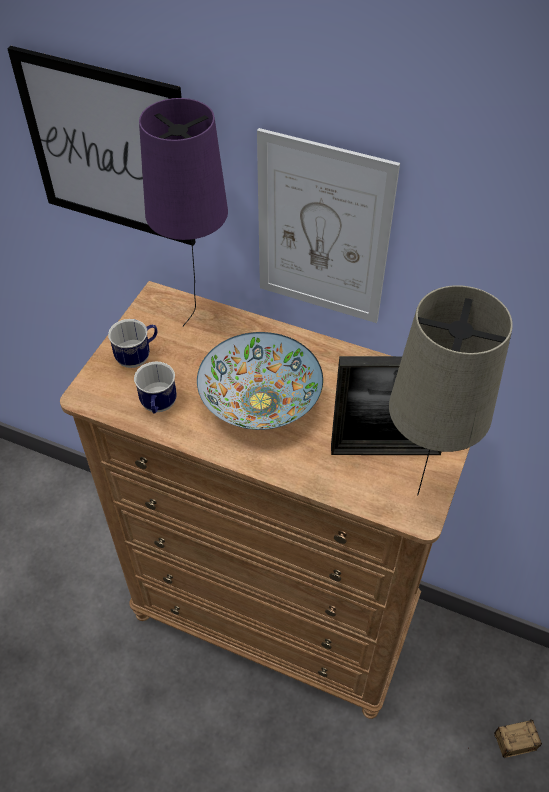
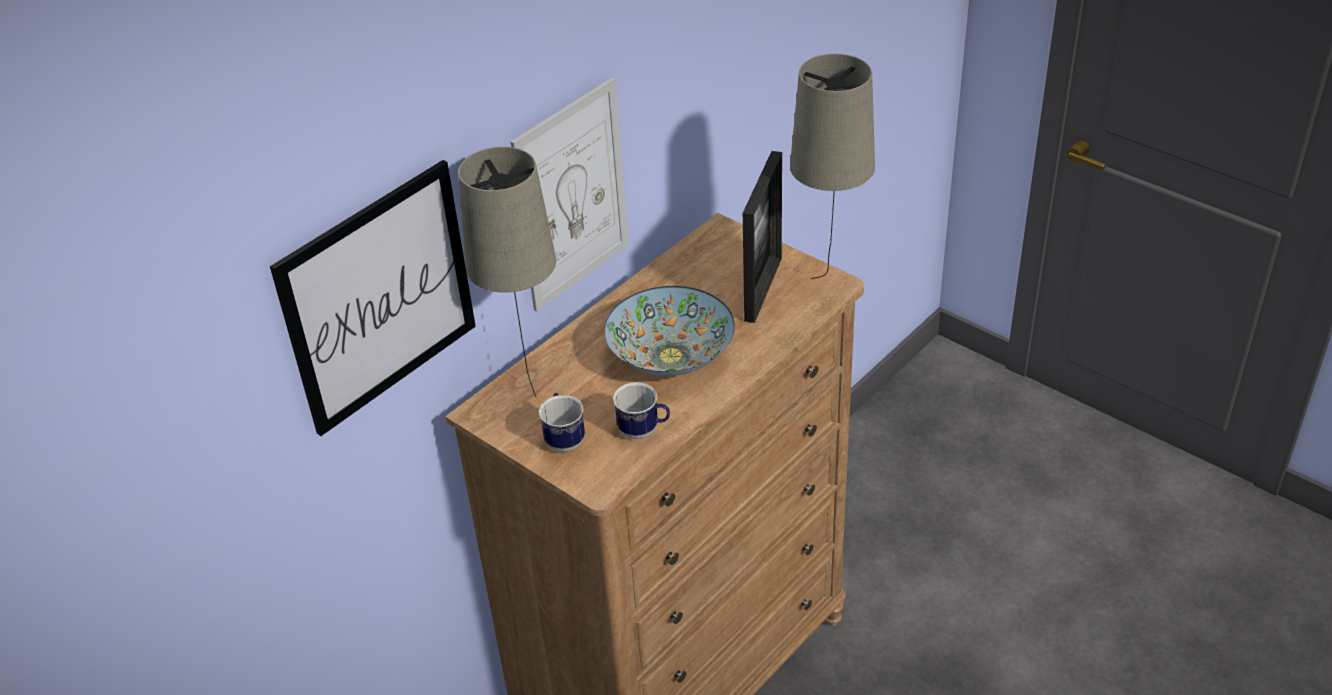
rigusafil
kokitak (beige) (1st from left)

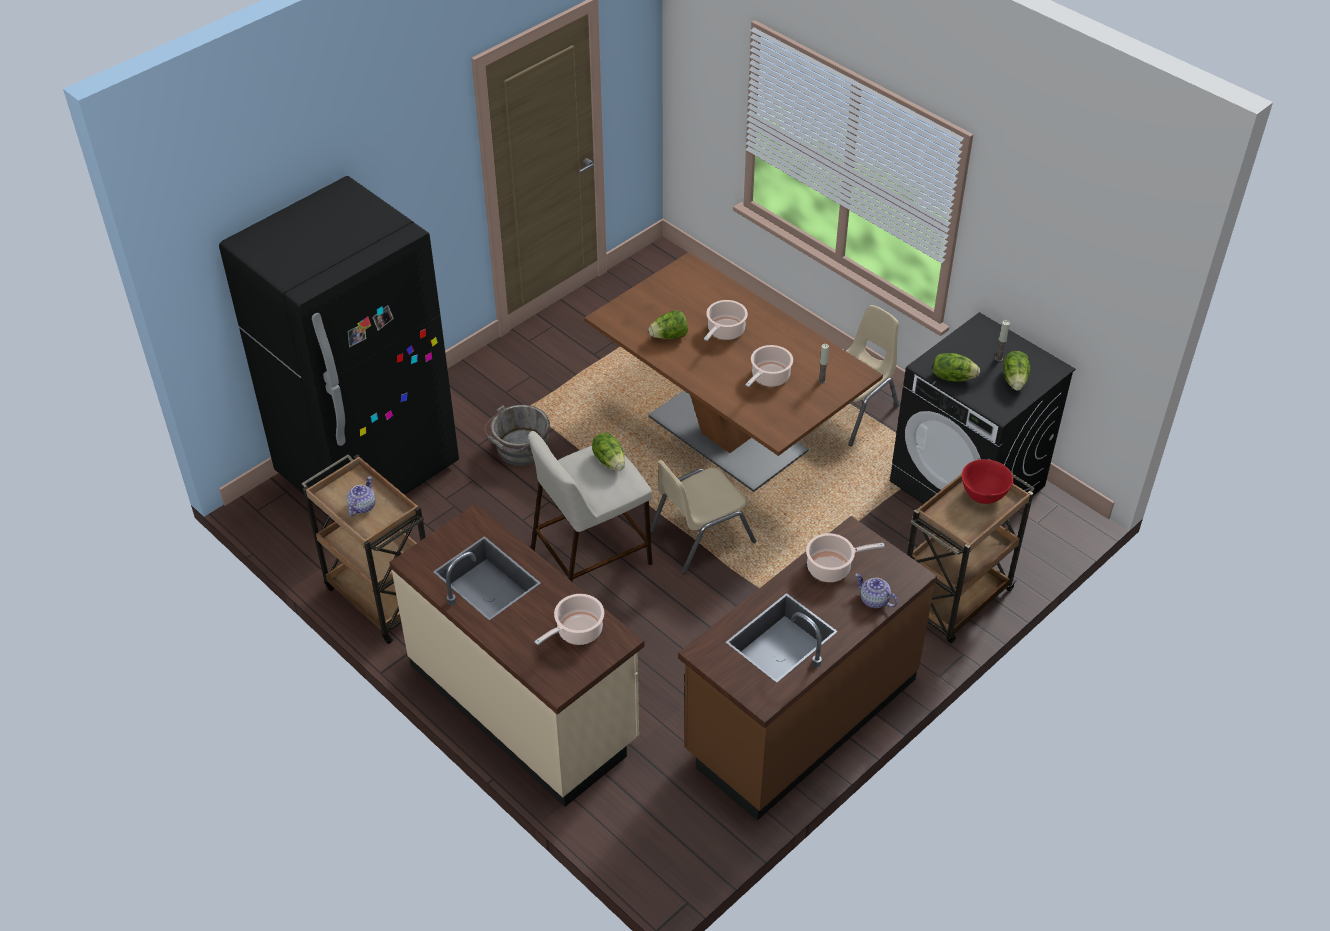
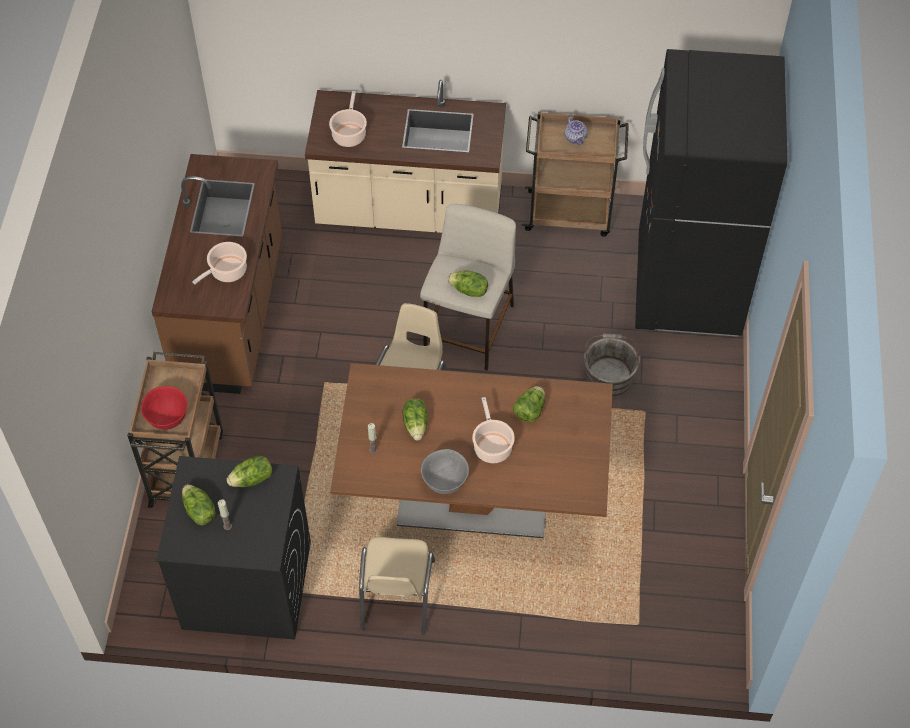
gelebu (2nd from left in the first image)
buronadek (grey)
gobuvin (3rd from left)

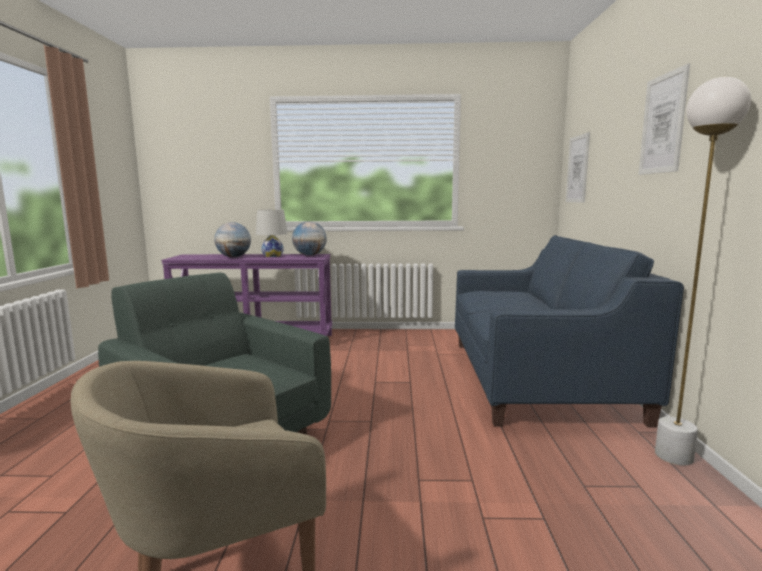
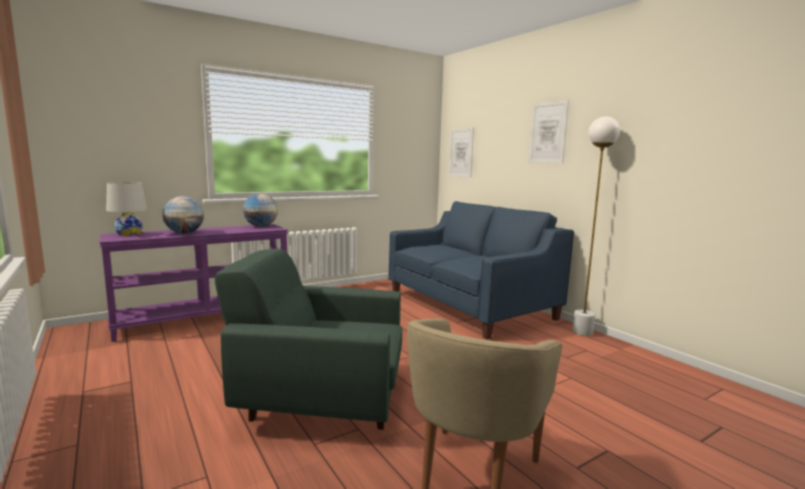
kokitak (white)

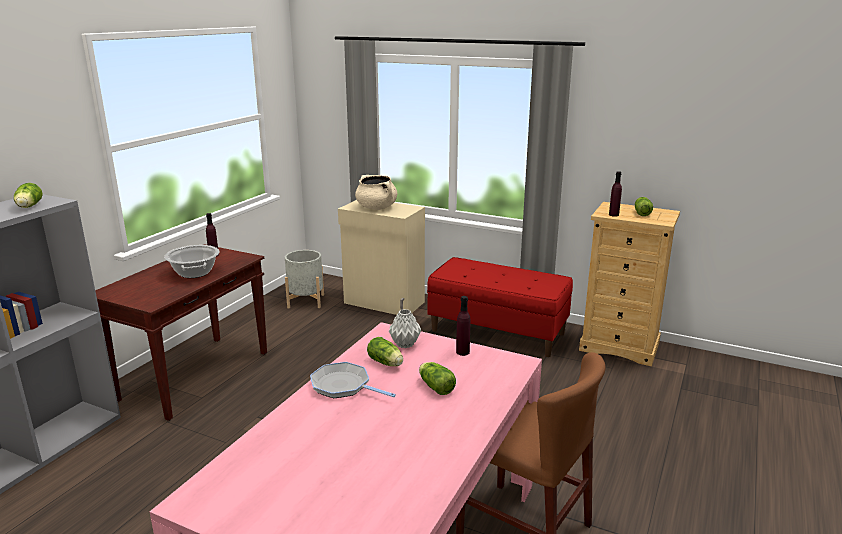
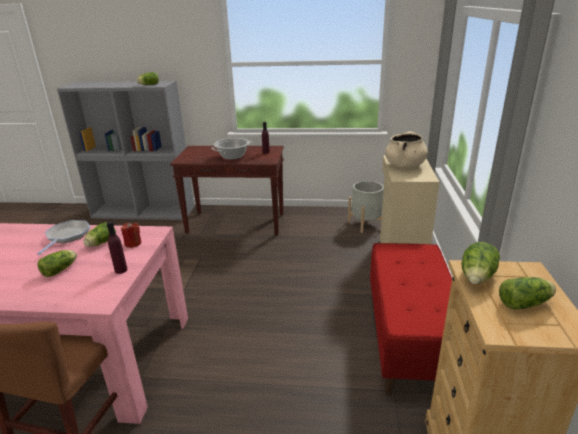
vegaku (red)
gobuvin (4th from left)

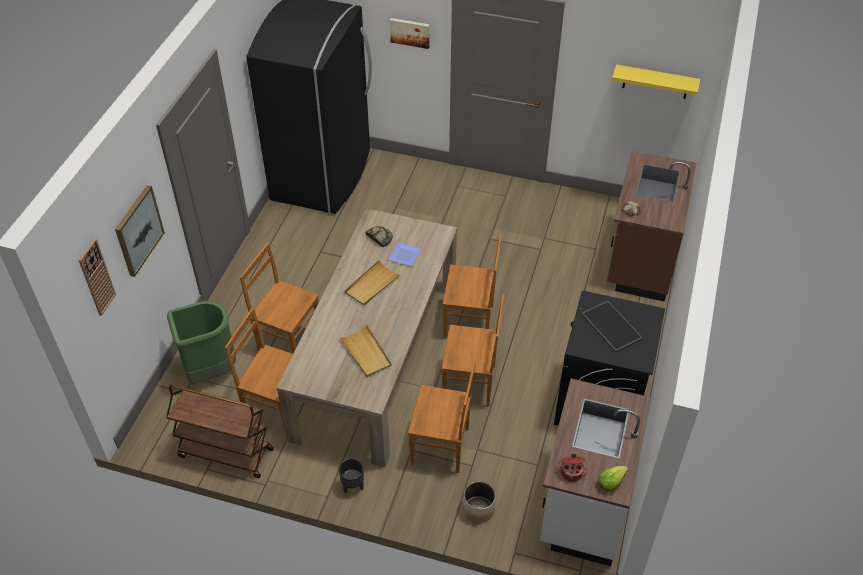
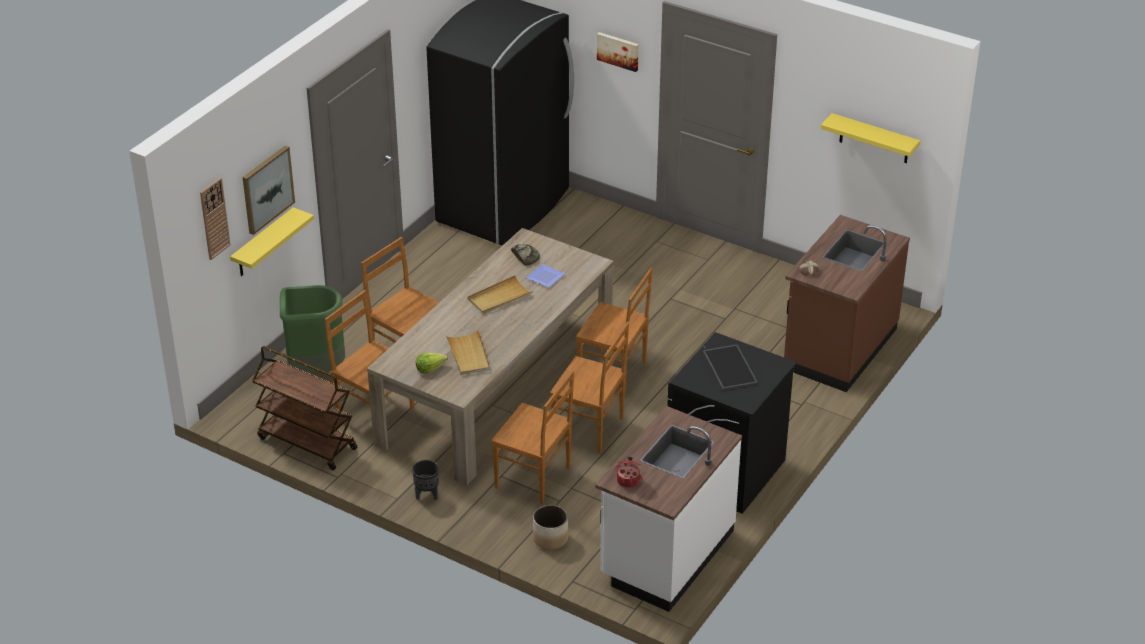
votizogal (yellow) (1st from left)
gobuvin

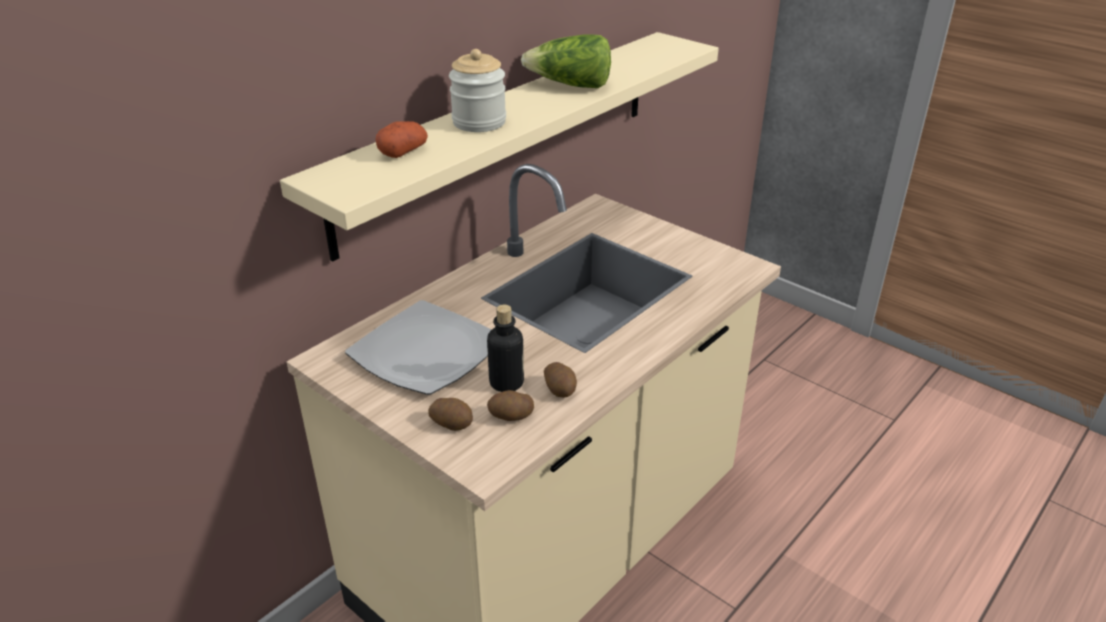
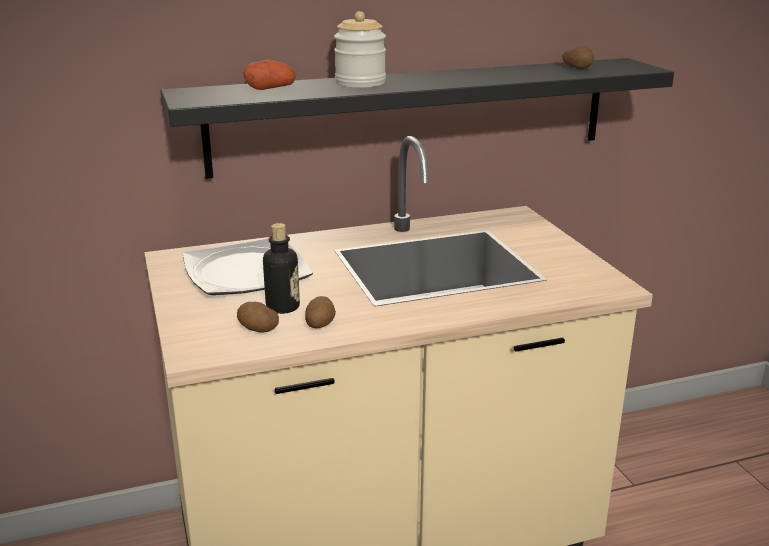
gobuvin
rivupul (4th from left)
votizogal (black)

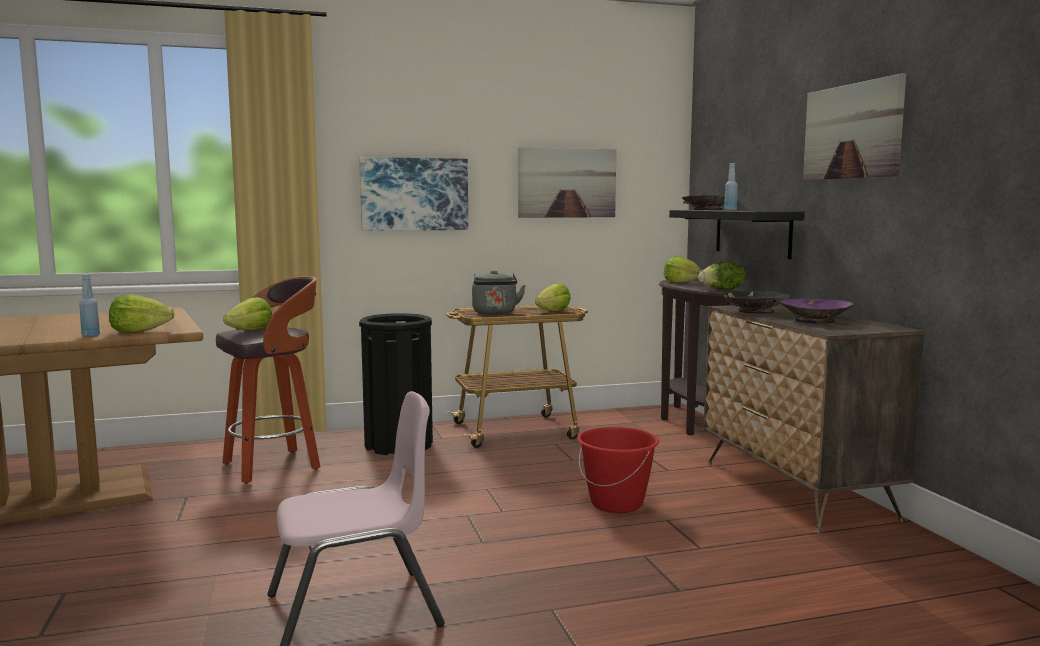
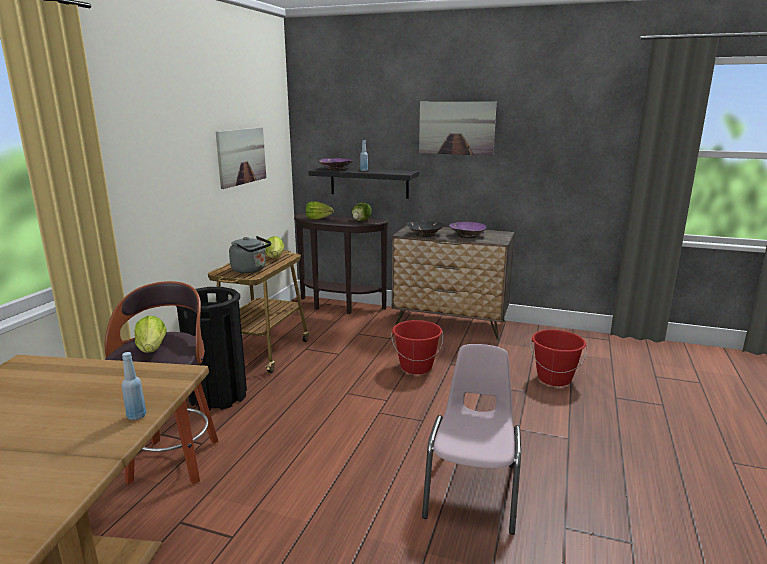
gobuvin (1st from left in the first image)
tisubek (1st from left in the first image)
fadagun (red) (2nd from left)

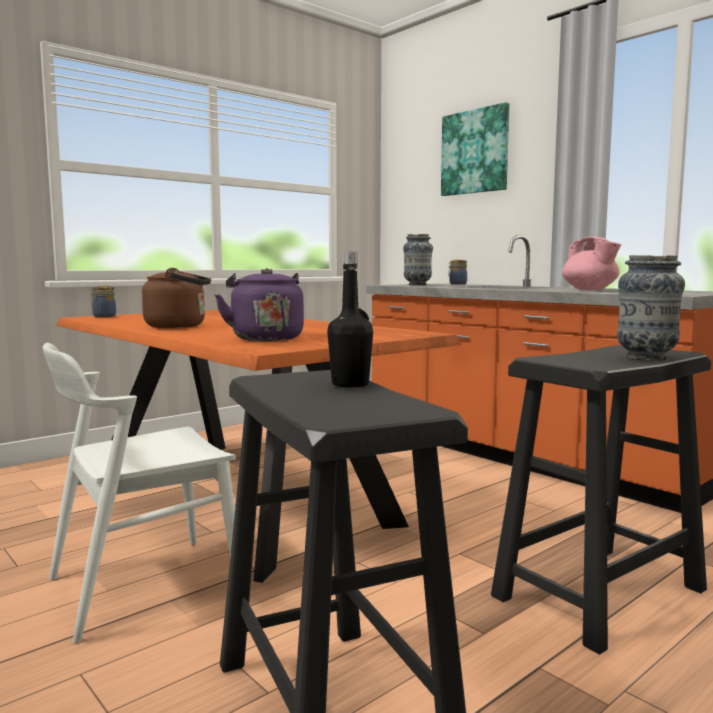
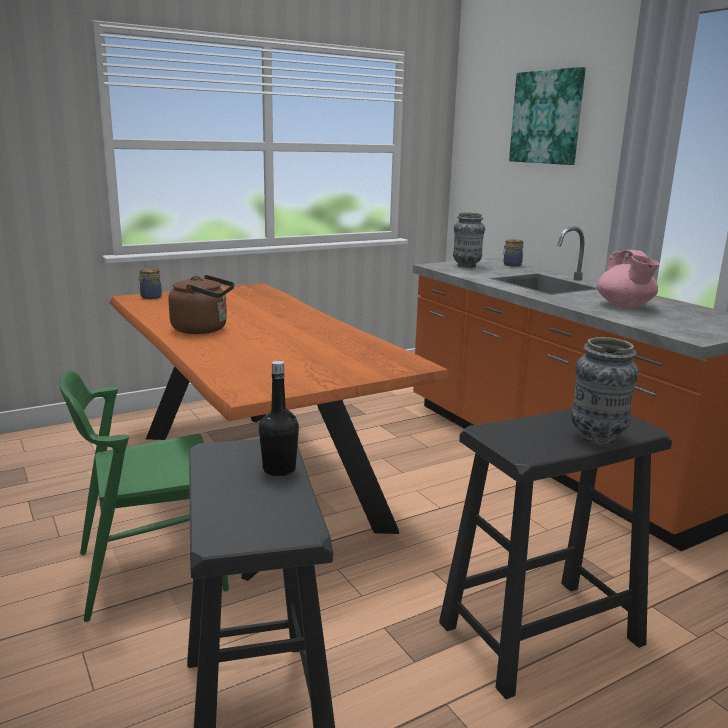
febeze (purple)
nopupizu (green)

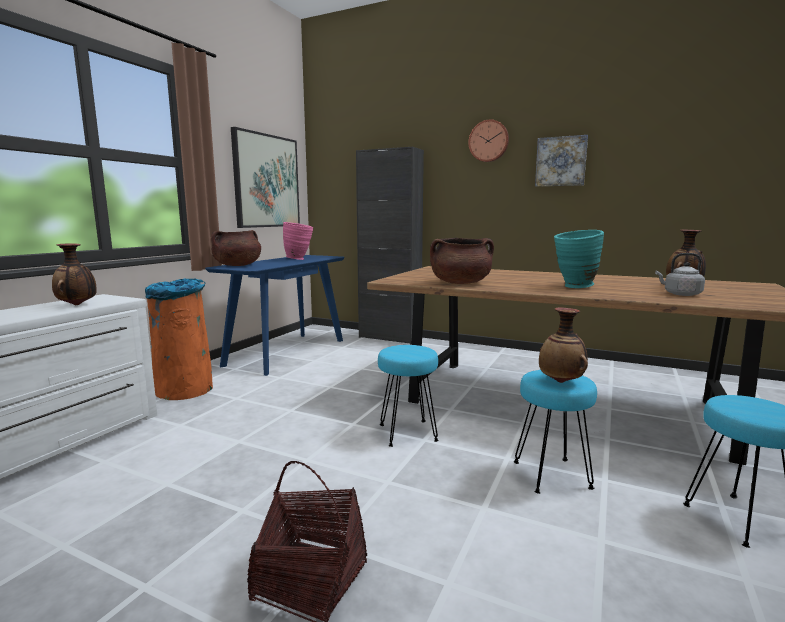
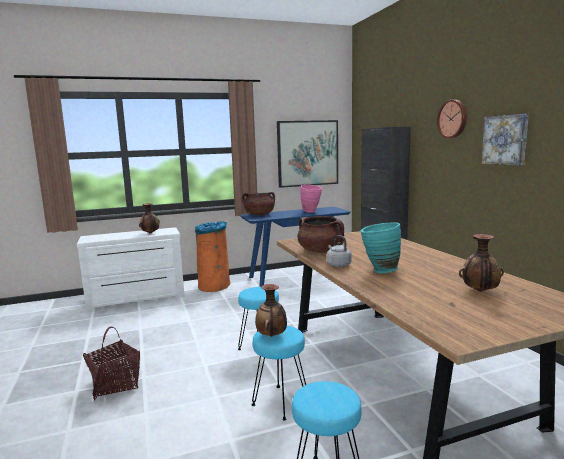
febeze (grey)

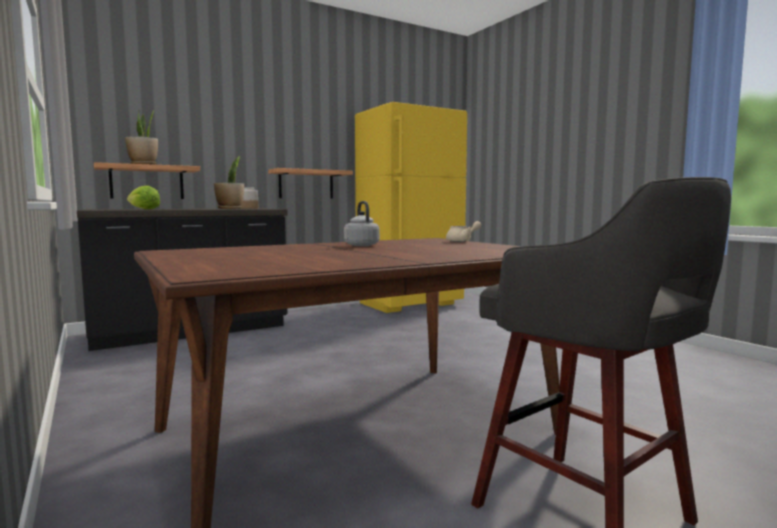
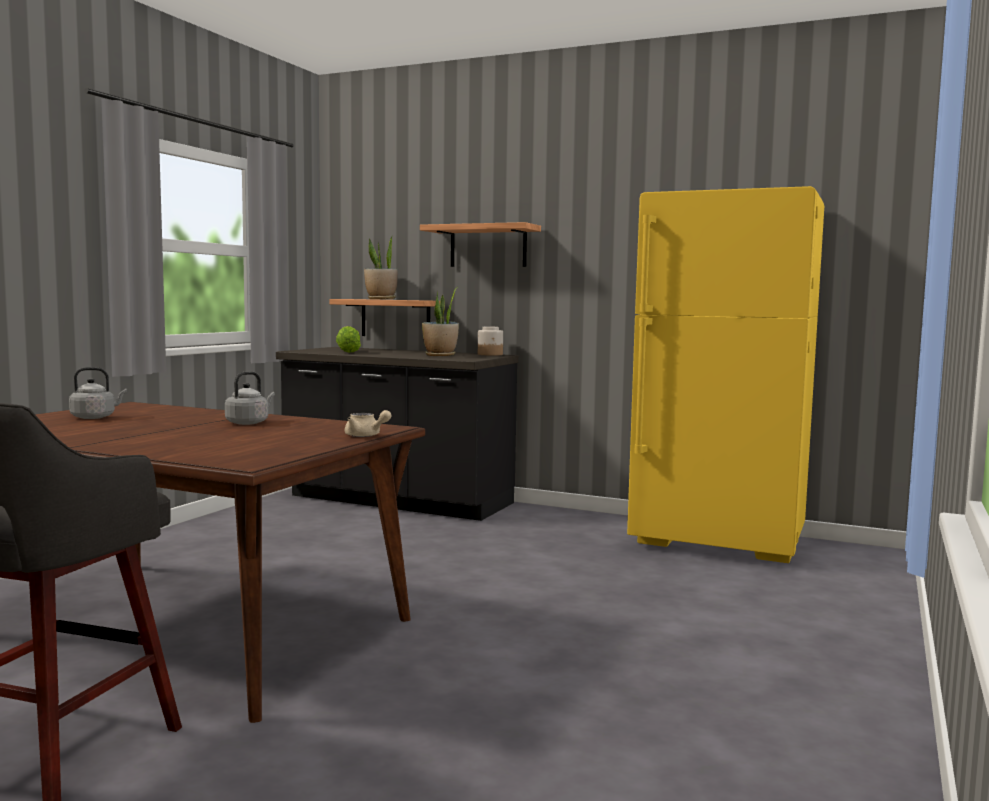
febeze (grey) (1st from left)
votizogal (2nd from left)

